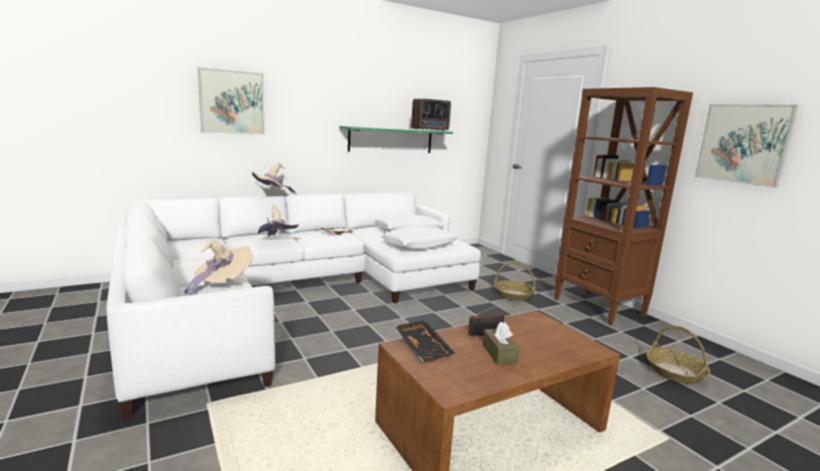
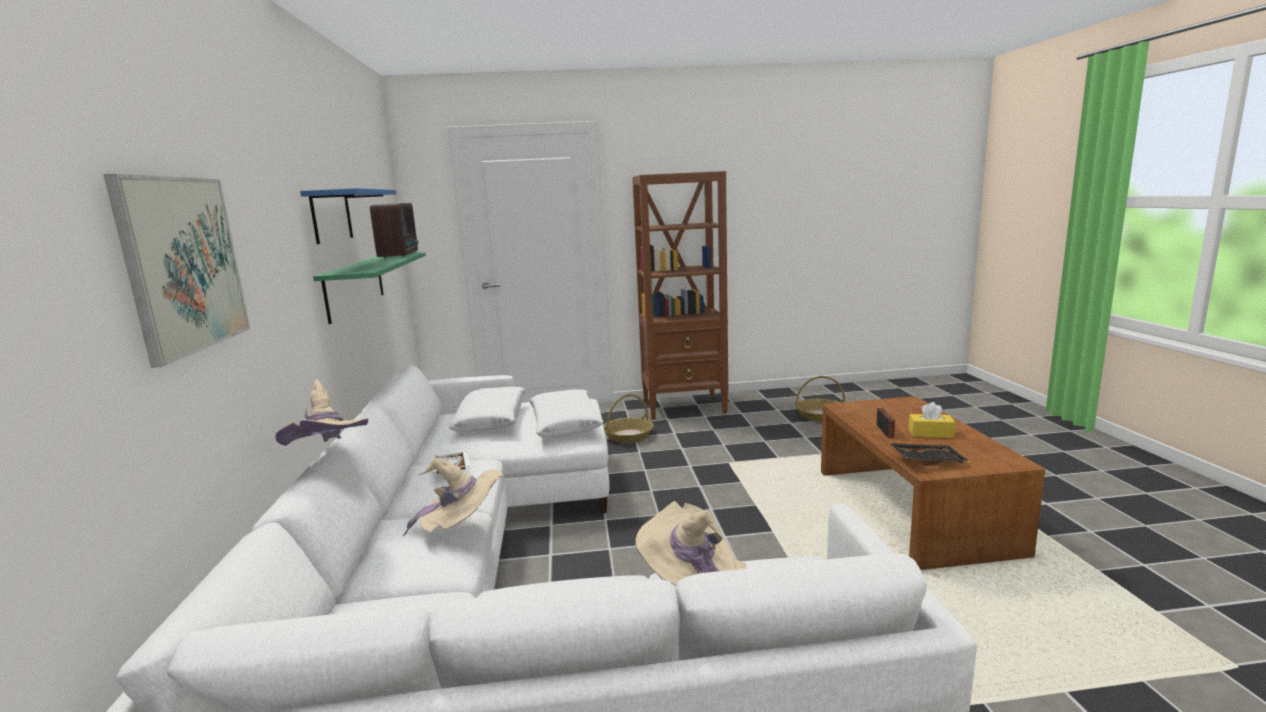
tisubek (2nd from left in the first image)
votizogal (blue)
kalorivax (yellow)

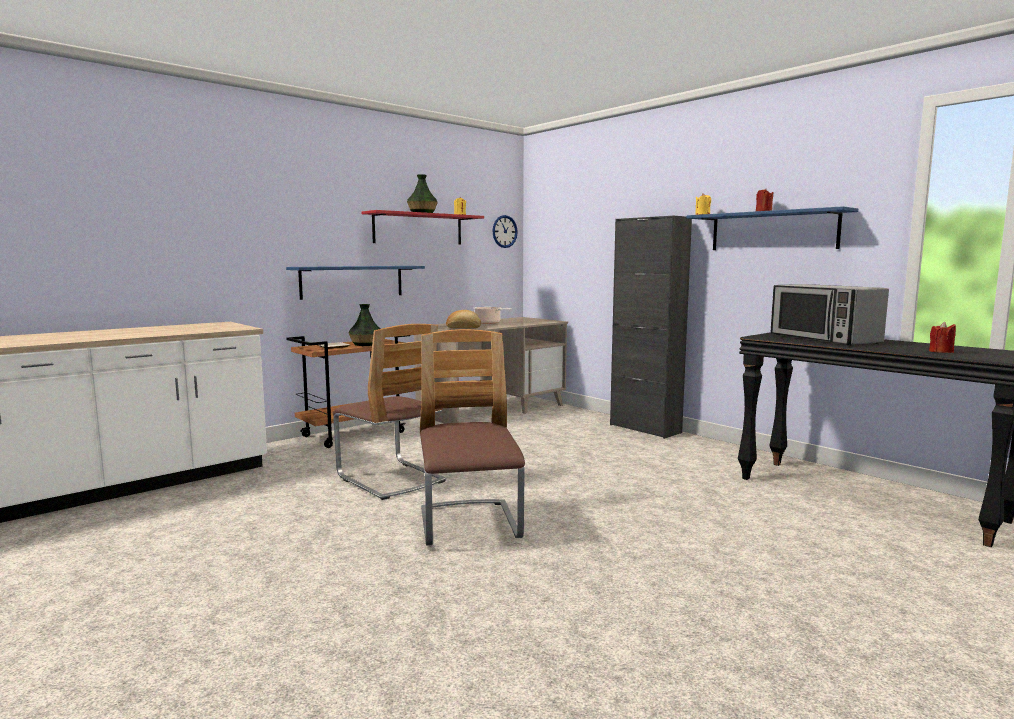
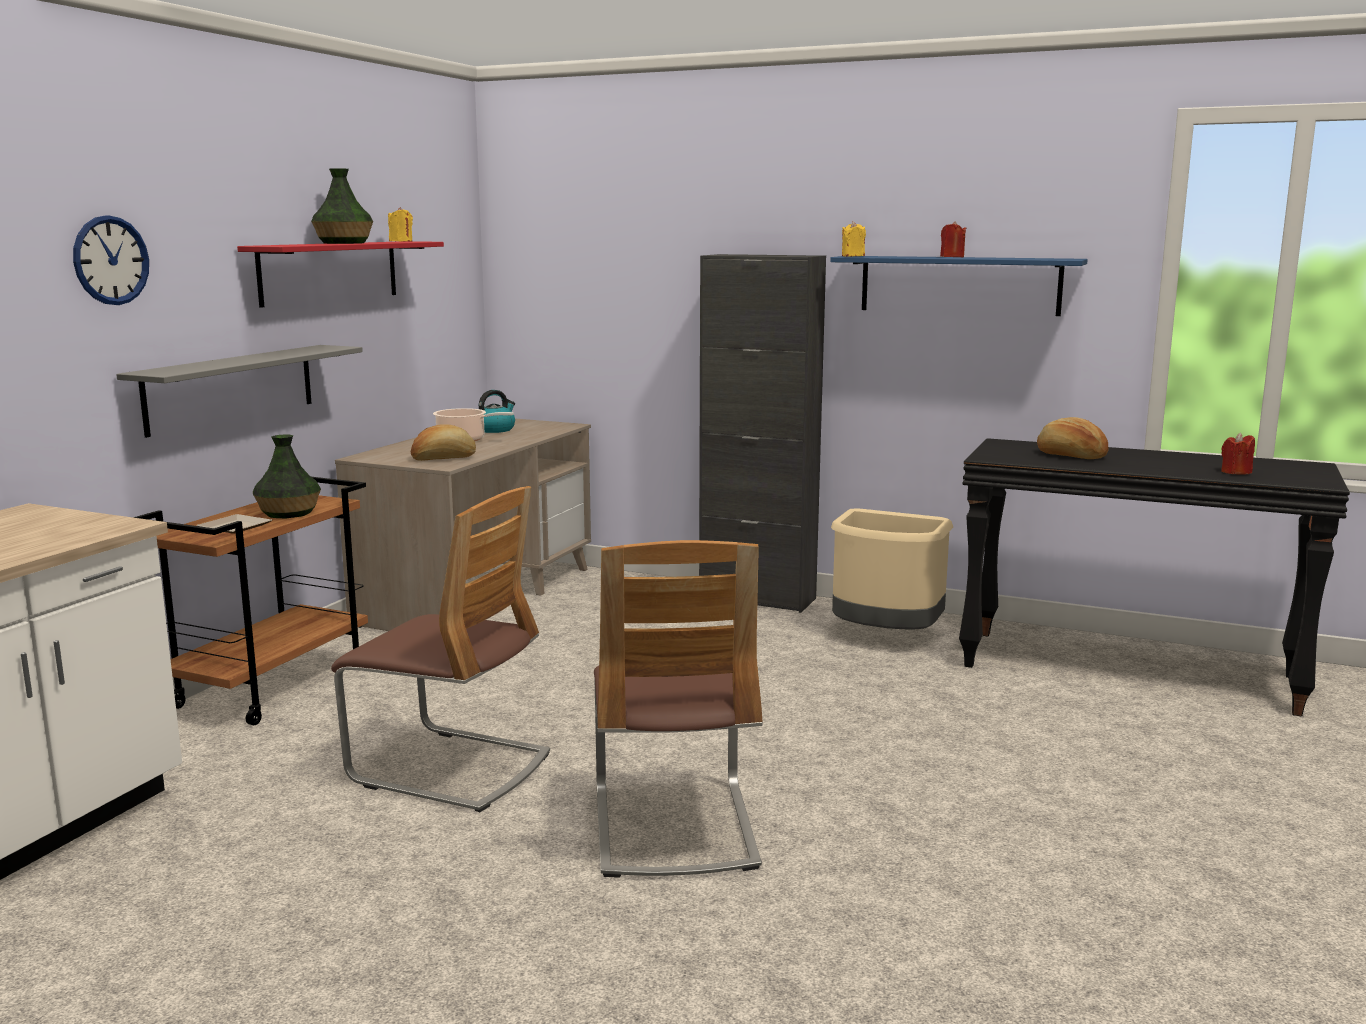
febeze
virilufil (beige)
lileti
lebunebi (2nd from left)
votizogal (grey)
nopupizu (2nd from left)

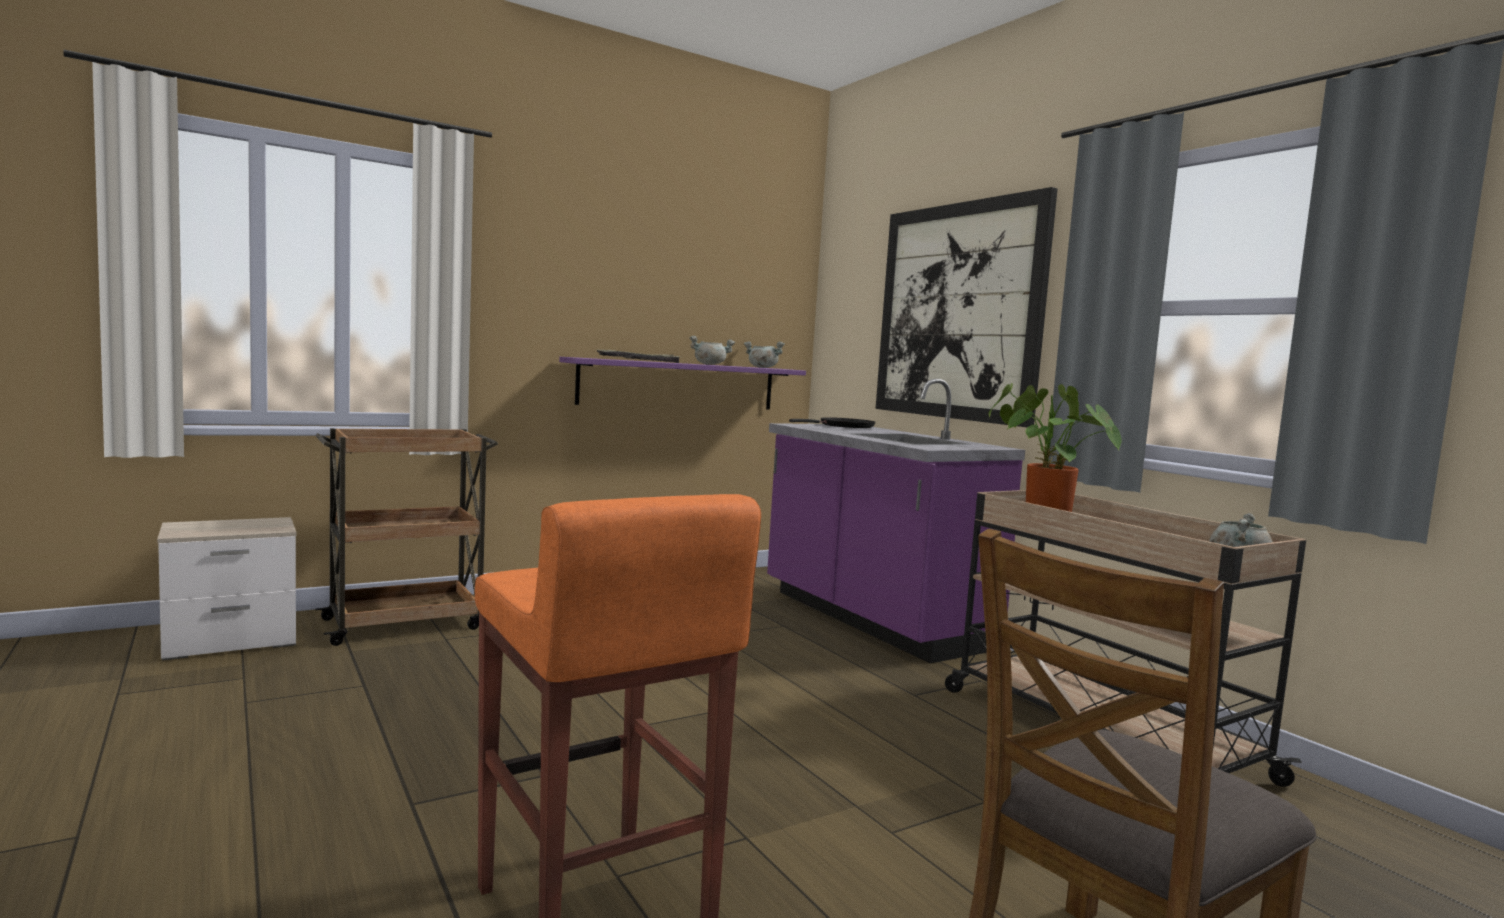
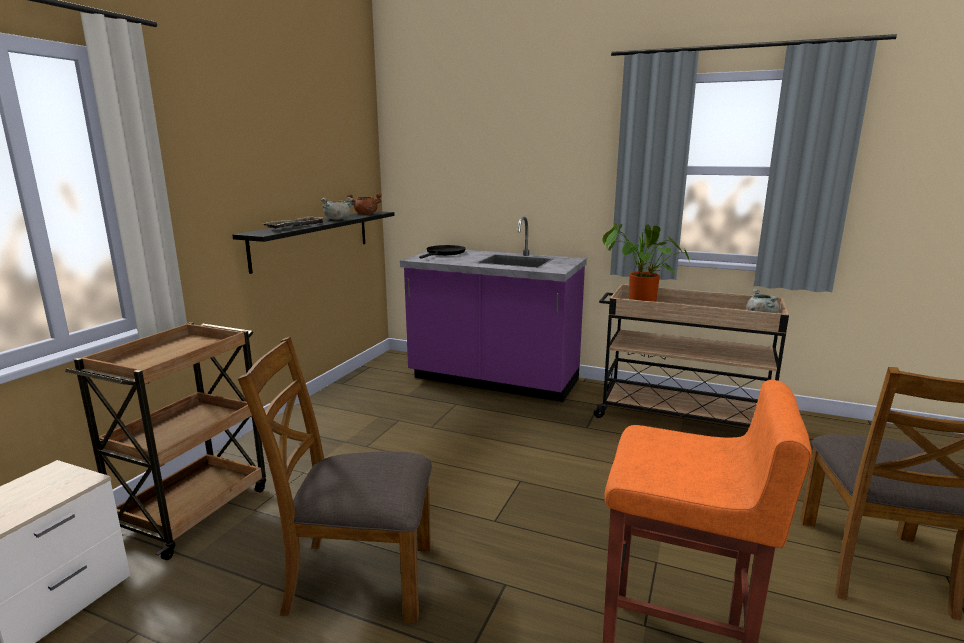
tisubek
nopupizu (brown) (1st from left)
votizogal (black)
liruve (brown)

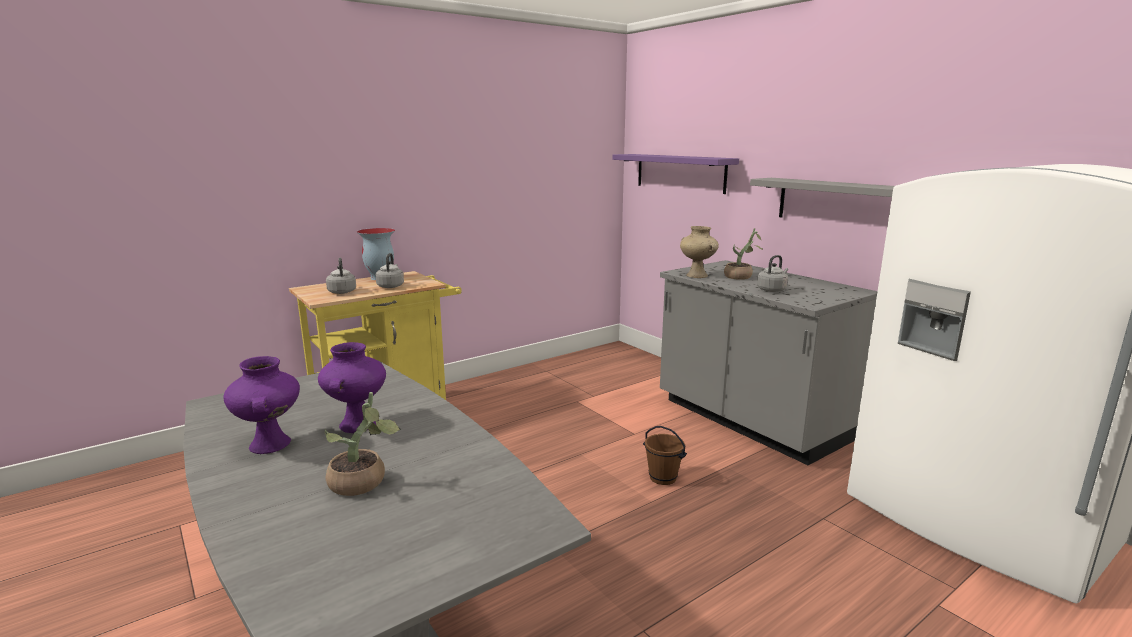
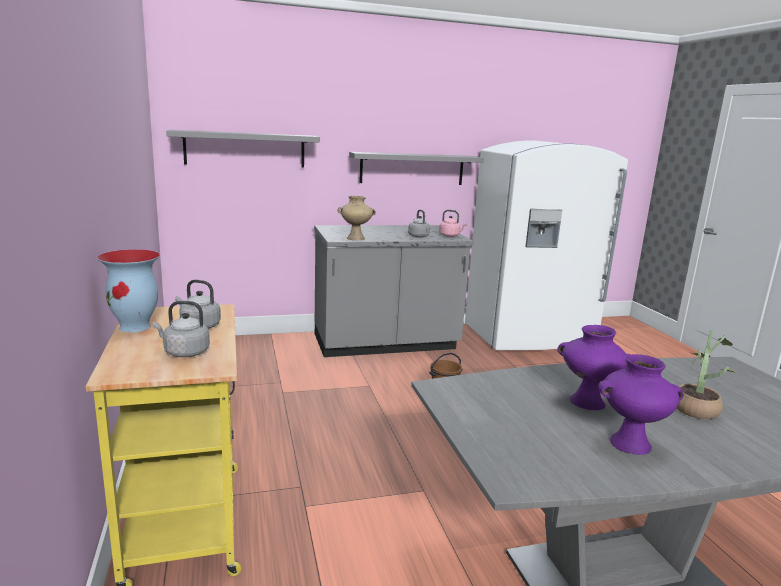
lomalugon (2nd from left in the first image)
febeze (pink)
votizogal (grey) (1st from left)

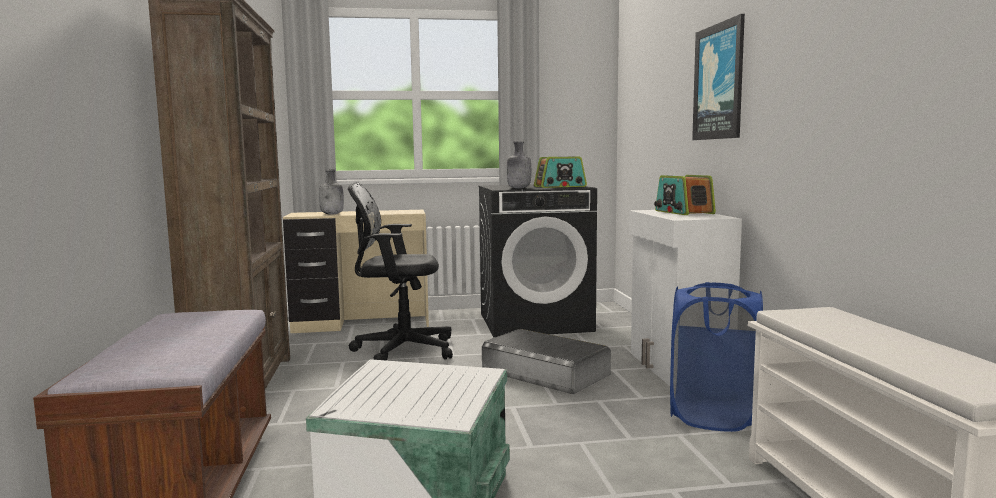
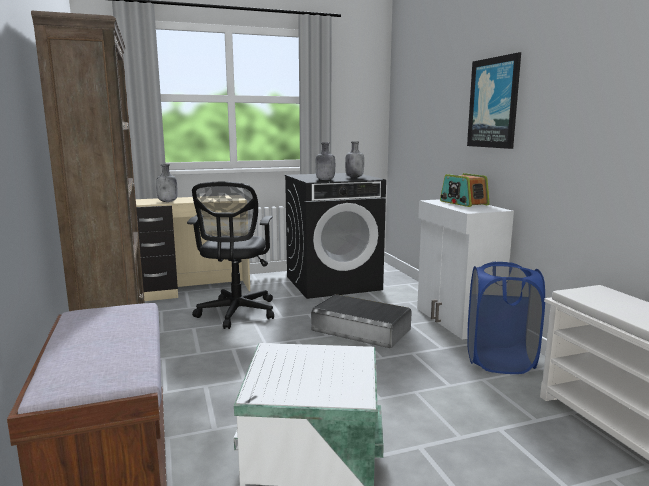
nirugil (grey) (3rd from left)
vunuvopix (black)

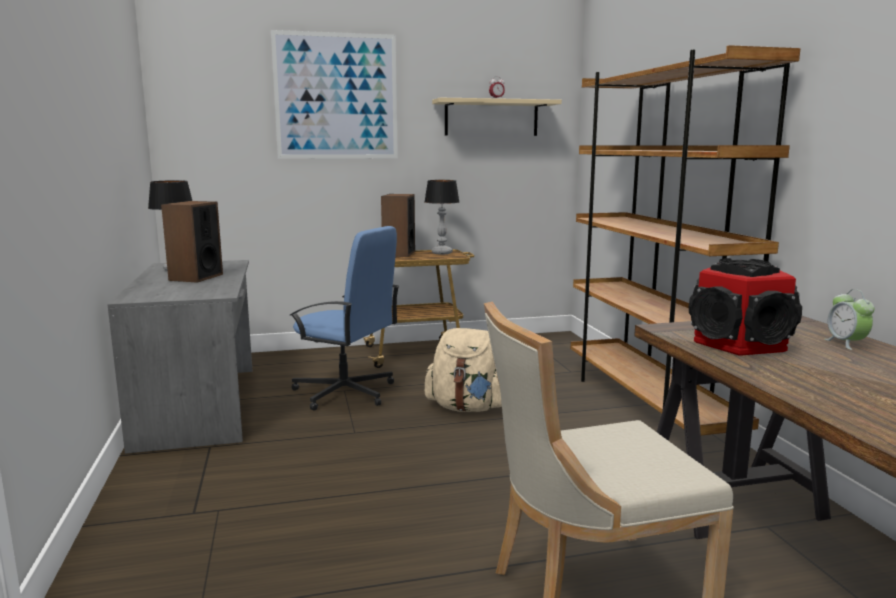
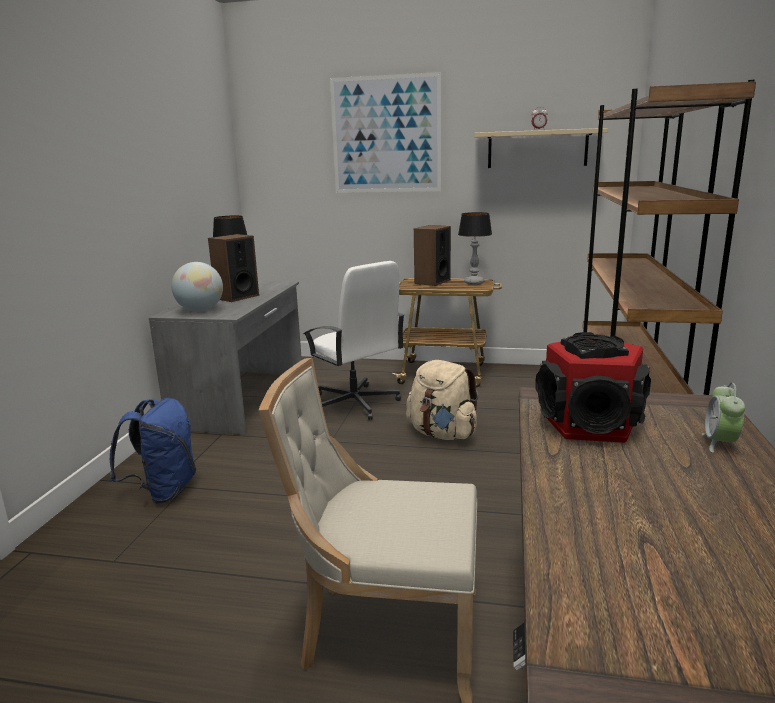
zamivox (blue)
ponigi
vunuvopix (white)

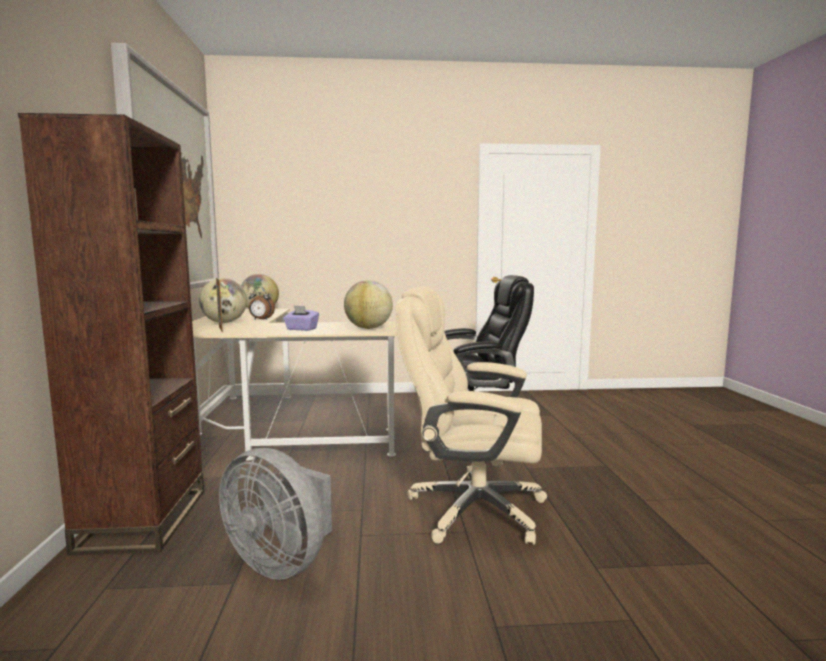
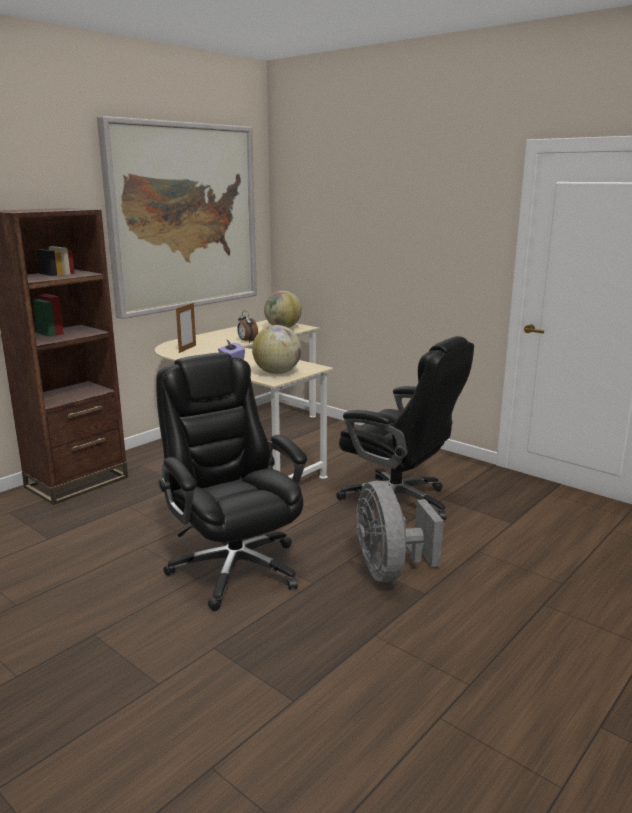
ponigi (1st from left in the first image)
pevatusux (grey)
vunuvopix (black) (1st from left)

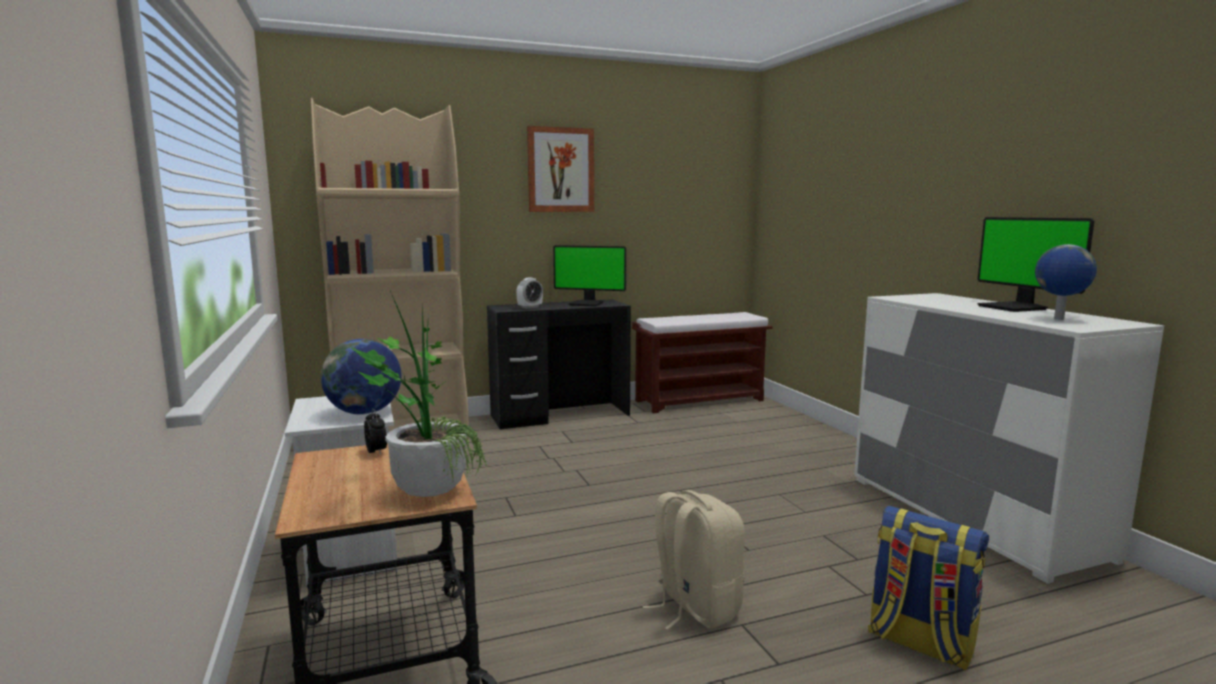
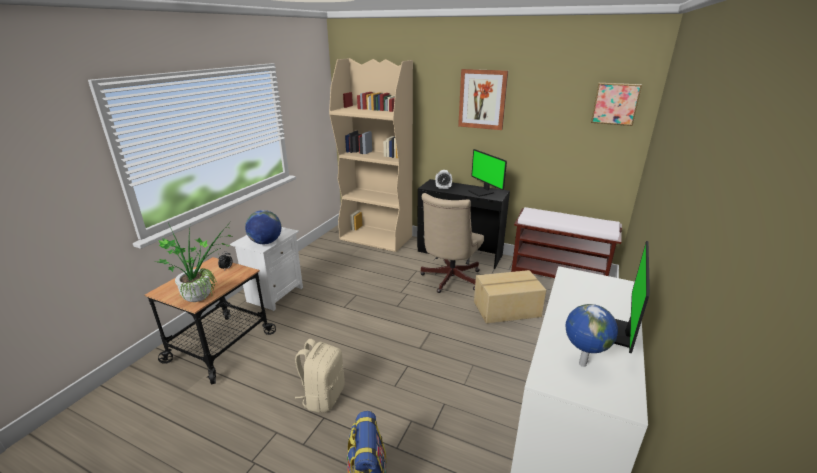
vunuvopix (beige)
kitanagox
tisubek (2nd from left)

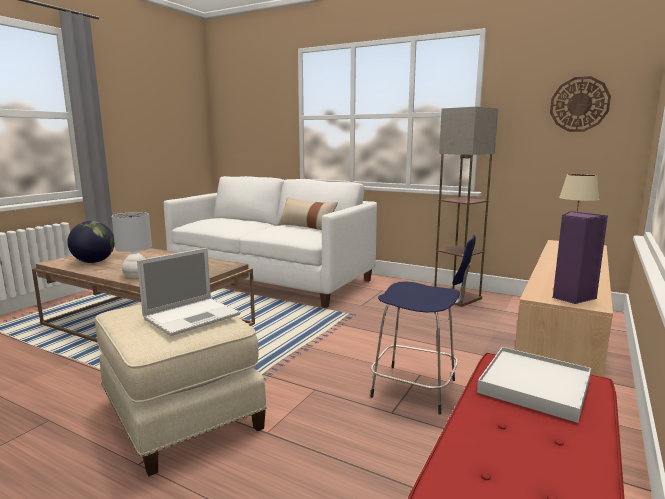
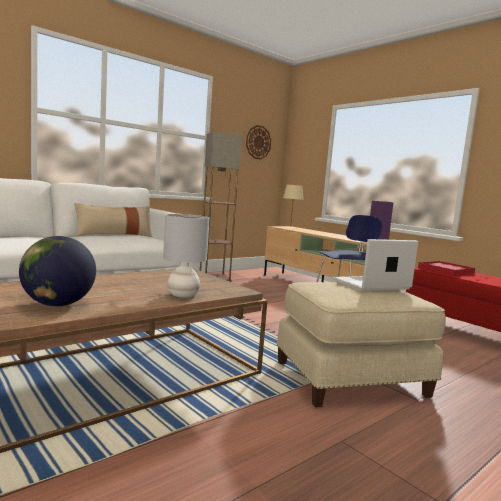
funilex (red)
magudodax

